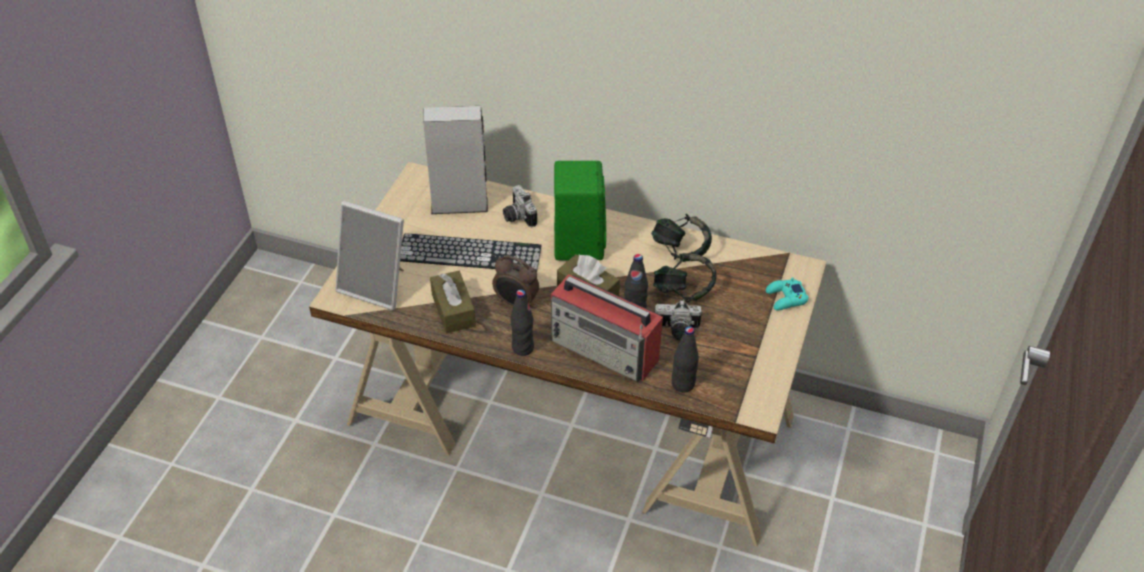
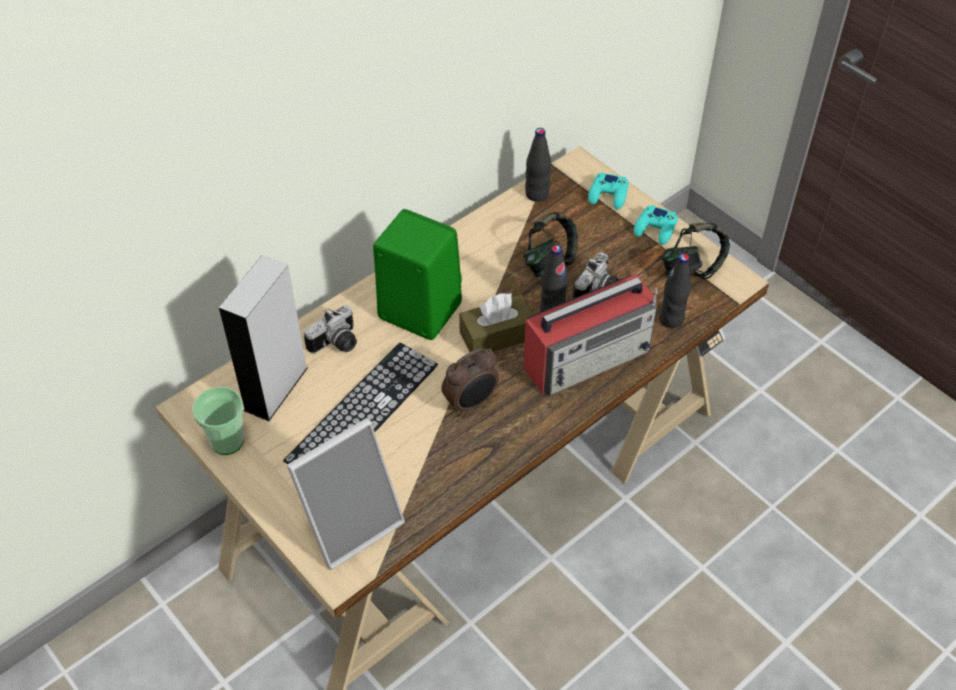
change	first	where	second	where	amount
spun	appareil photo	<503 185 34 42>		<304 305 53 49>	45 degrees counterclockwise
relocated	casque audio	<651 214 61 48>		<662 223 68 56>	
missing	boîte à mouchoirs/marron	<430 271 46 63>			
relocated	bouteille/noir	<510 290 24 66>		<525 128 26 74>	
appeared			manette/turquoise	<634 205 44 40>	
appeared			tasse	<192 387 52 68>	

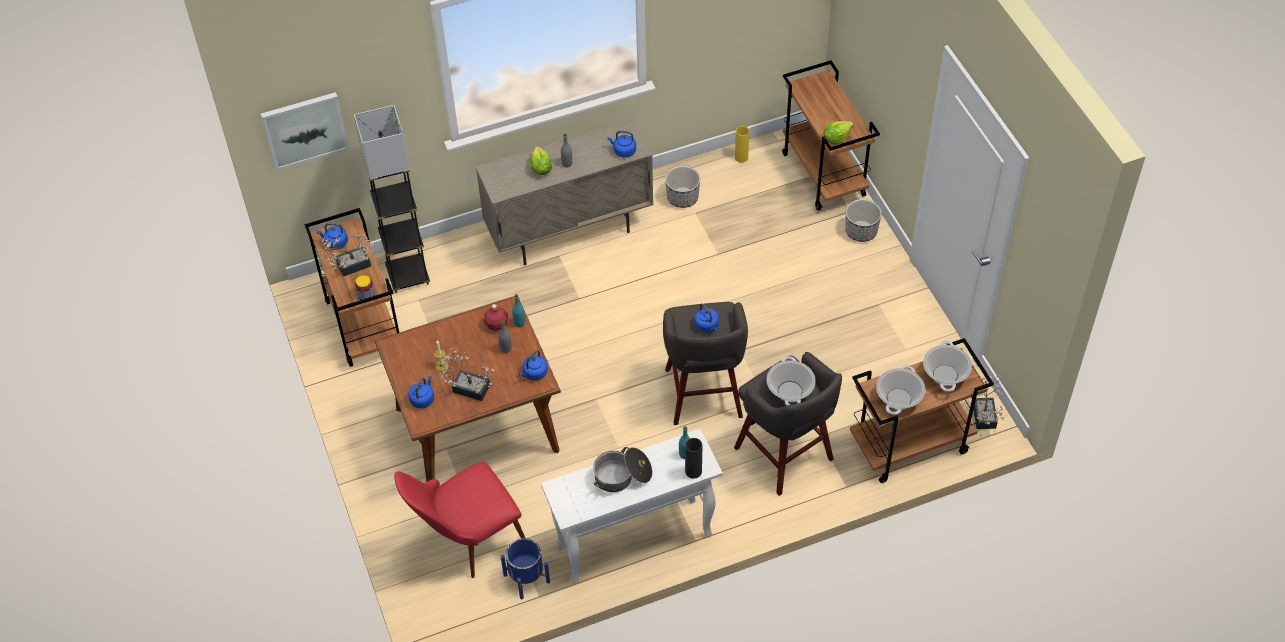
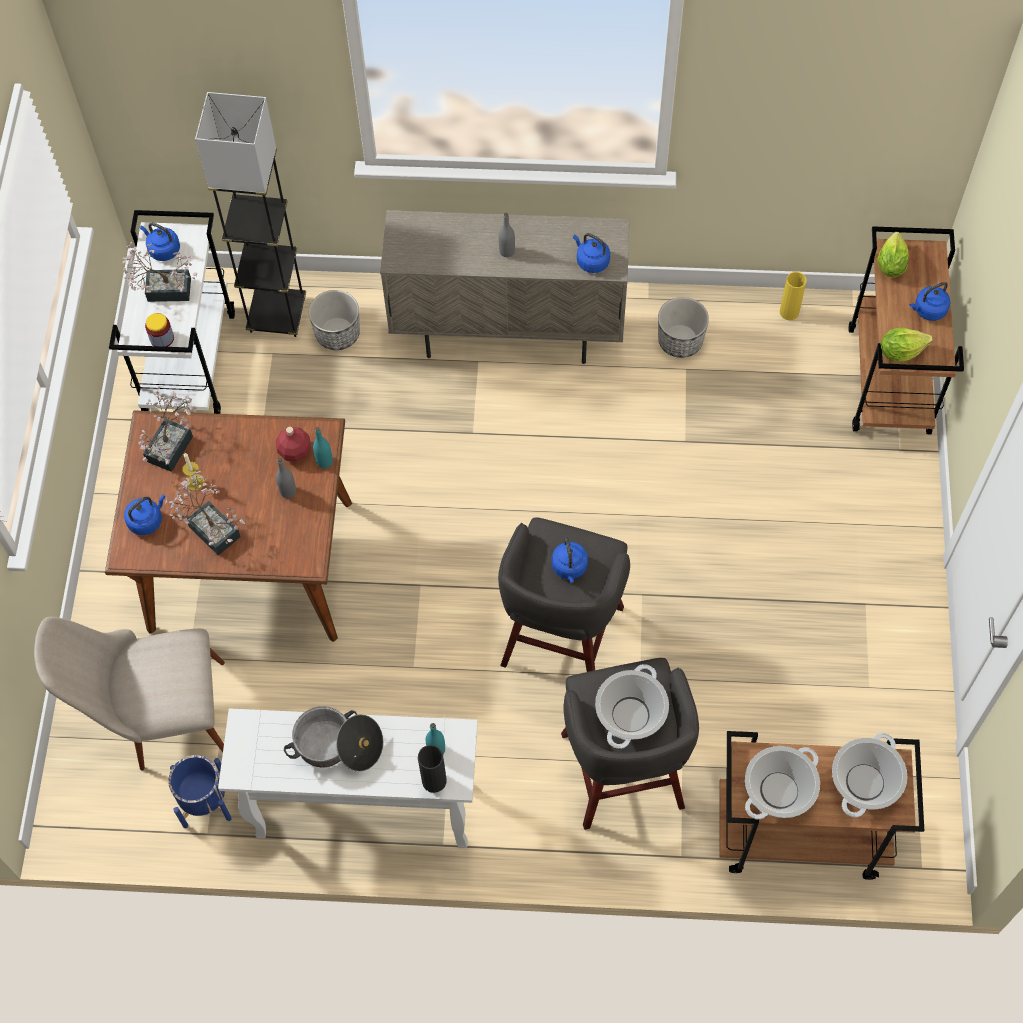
change	first	where	second	where	amount
missing	tableau	<261 92 88 78>			
relocated	laitue	<531 146 21 29>		<877 232 32 45>	
relocated	cache-pot	<845 199 37 43>		<308 290 52 60>	
colour	chariot/marron	<305 208 94 159>	chariot/blanc	<109 210 126 204>	
relocated	bouilloire/bleu	<519 350 29 31>		<910 282 40 39>	
relocated	plante en pot	<974 375 30 54>		<138 387 59 85>	
colour	chaise/rouge	<394 462 131 116>	chaise/beige	<34 617 191 153>	

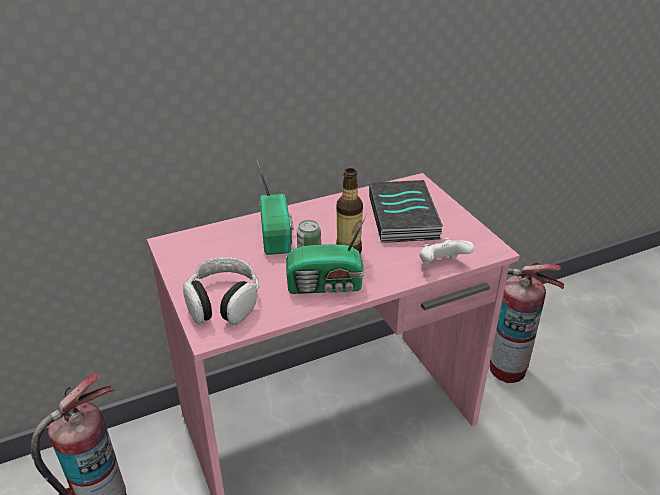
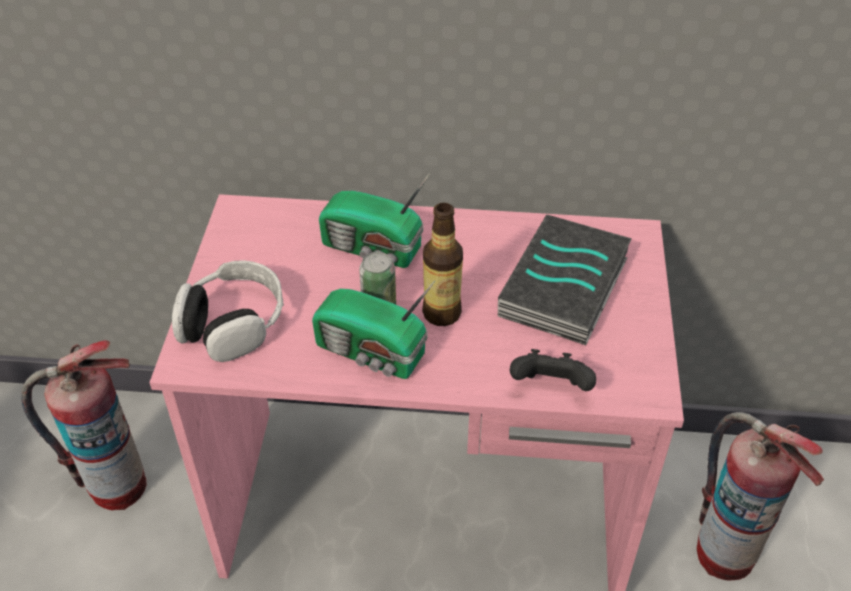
change	first	where	second	where	amount
spun	radio	<257 161 37 94>		<319 173 111 95>	90 degrees clockwise
colour	manette/blanc	<419 238 55 26>	manette/noir	<510 349 86 42>	

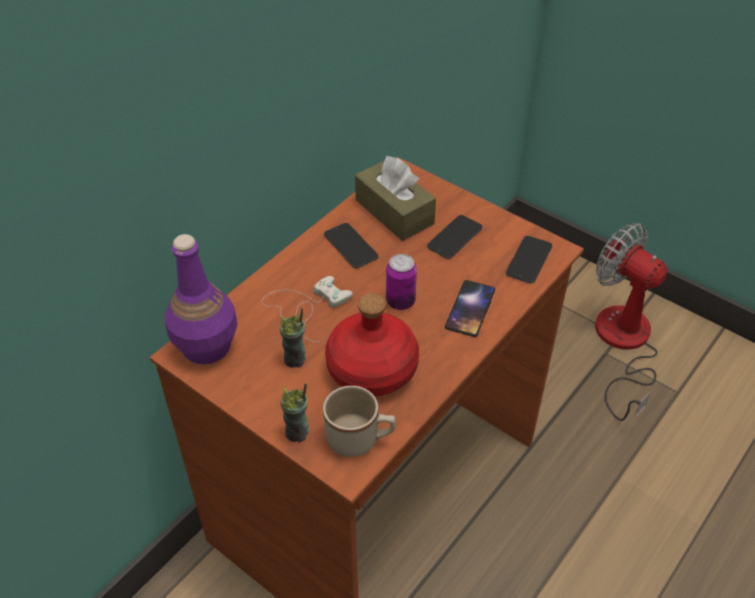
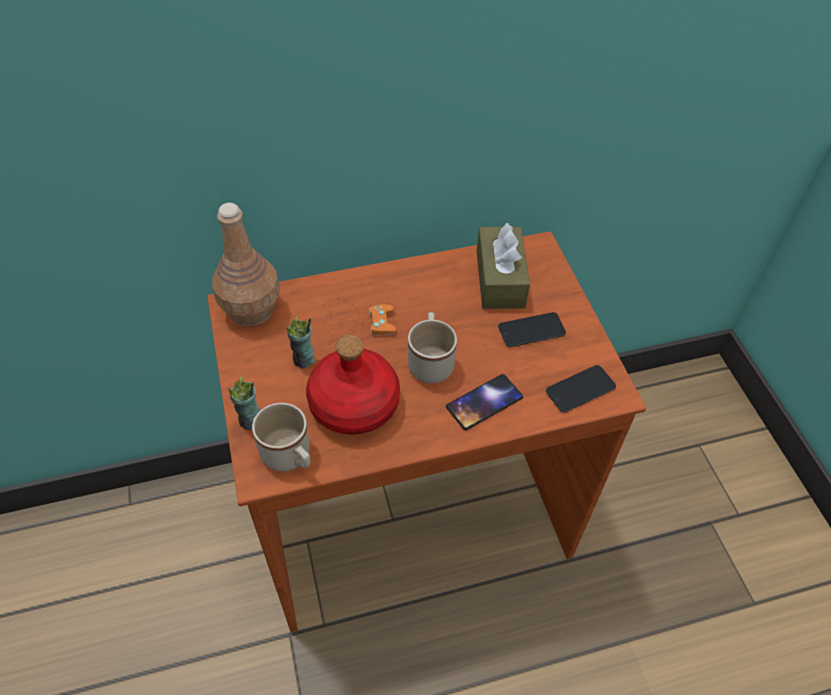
change	first	where	second	where	amount
missing	téléphone	<324 223 55 45>			
missing	ventilateur	<595 223 72 198>			
colour	bouteille/violet	<165 234 72 130>	bouteille/marron	<212 203 68 124>	
exchanged	boîte métallique	<386 254 31 56>	mug/beige	<408 312 49 71>	
colour	manette/blanc	<261 276 92 66>	manette/orange	<319 293 78 60>	

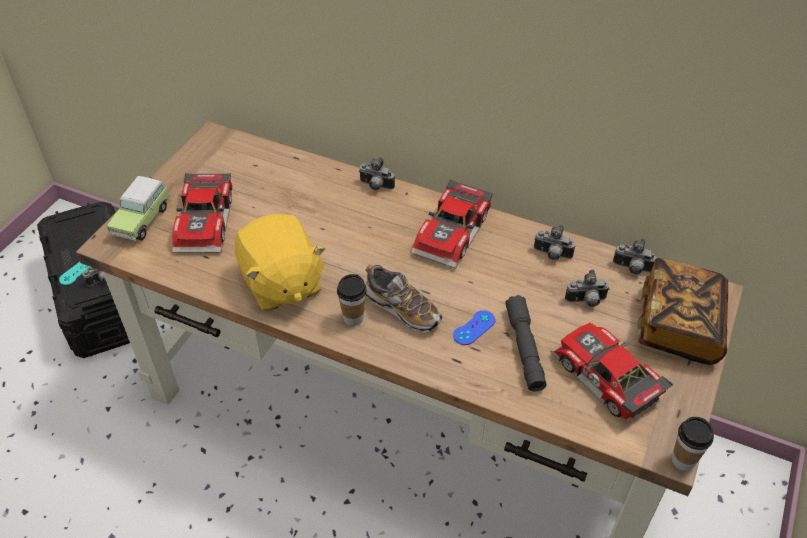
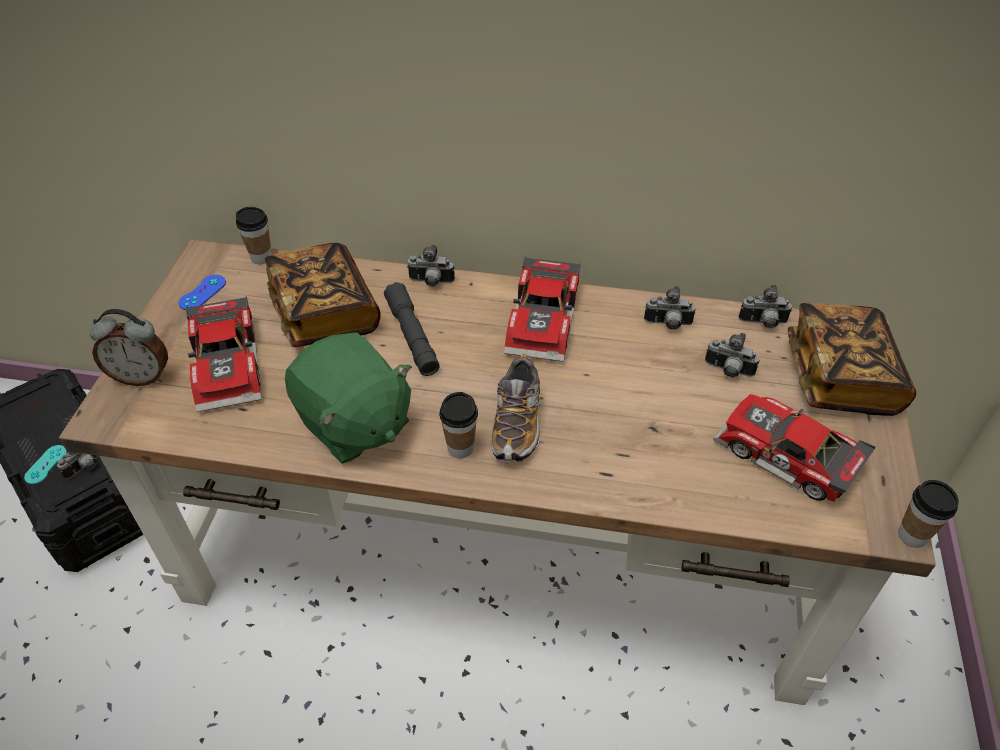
change	first	where	second	where	amount
exchanged	petite voiture	<106 176 65 65>	réveil	<90 309 78 77>	
colour	peluche/jaune	<235 214 91 97>	peluche/vert	<285 332 127 132>	
spun	chaussure	<365 265 77 68>		<492 354 48 108>	75 degrees clockwise
spun	appareil photo	<565 270 45 37>		<705 333 55 45>	45 degrees clockwise
relocated	lampe de poche/gris	<505 295 42 96>		<384 282 56 94>	
relocated	manette/bleu	<453 310 42 35>		<178 275 48 35>	
appeared			tasse	<236 207 36 57>	
appeared			livre	<265 242 115 105>	

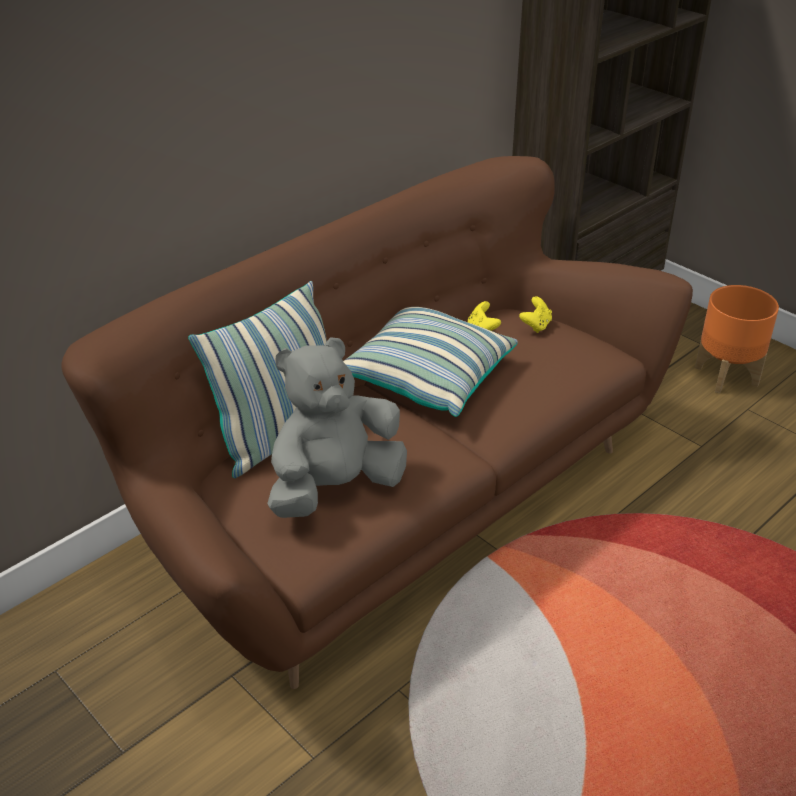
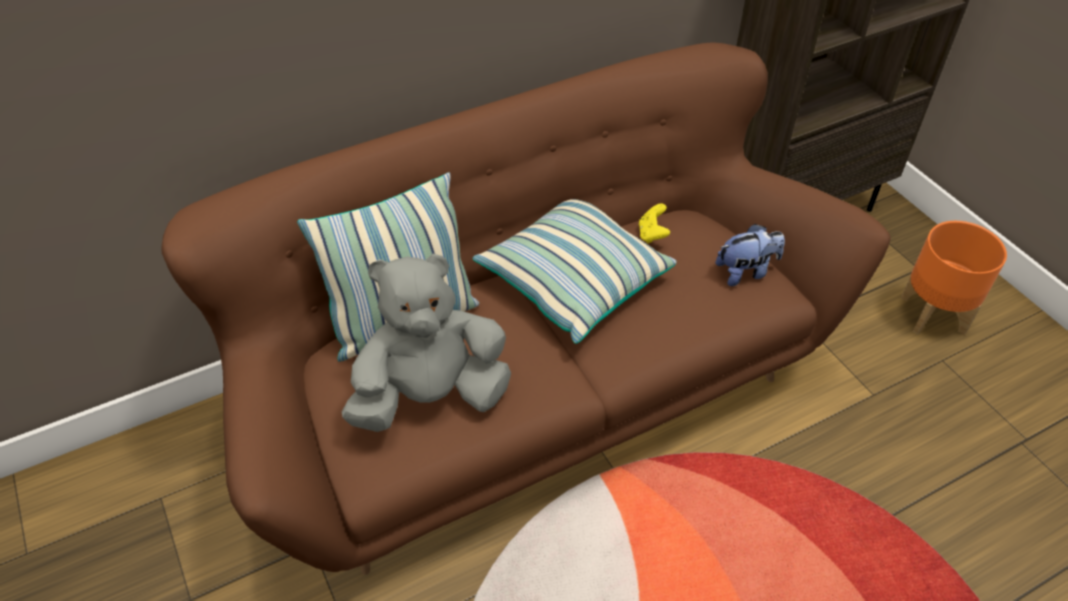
change	first	where	second	where	amount
missing	manette/jaune	<519 296 33 37>			
appeared			peluche	<715 224 70 62>	

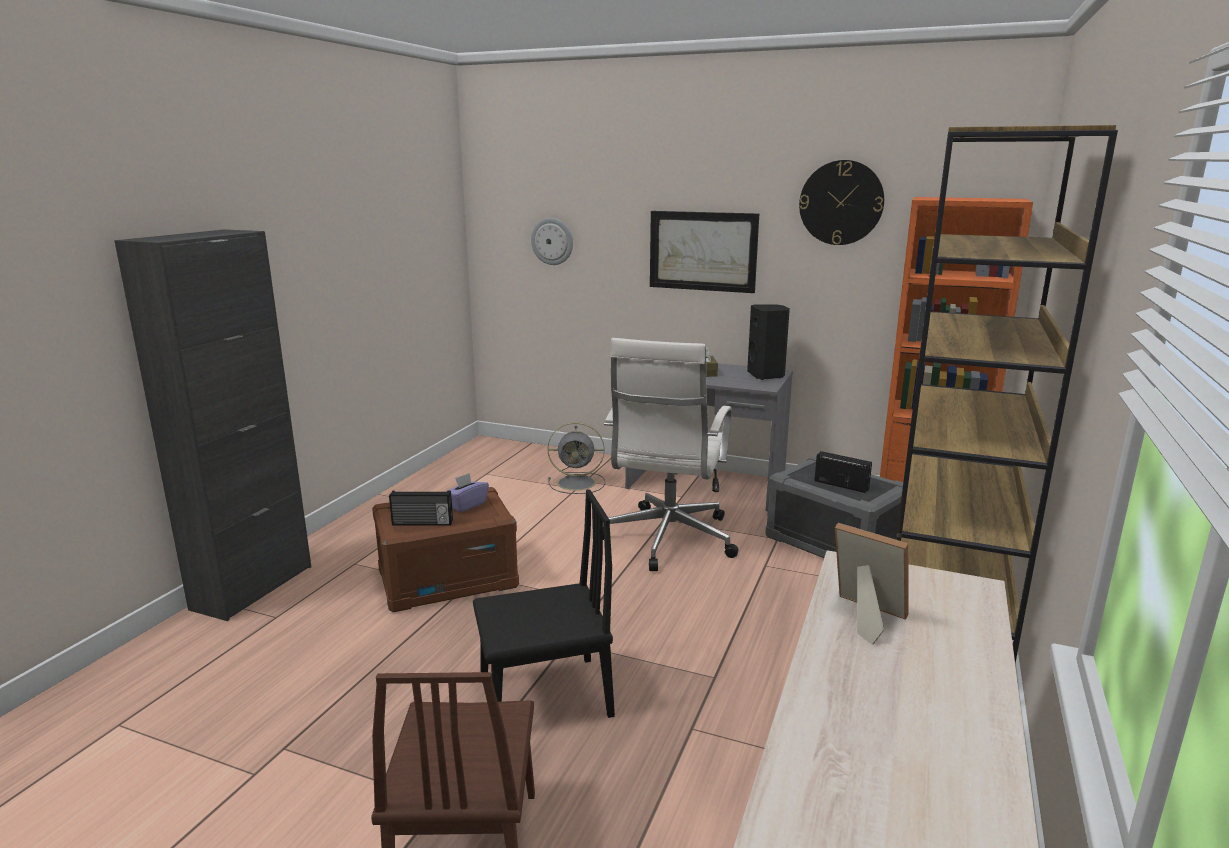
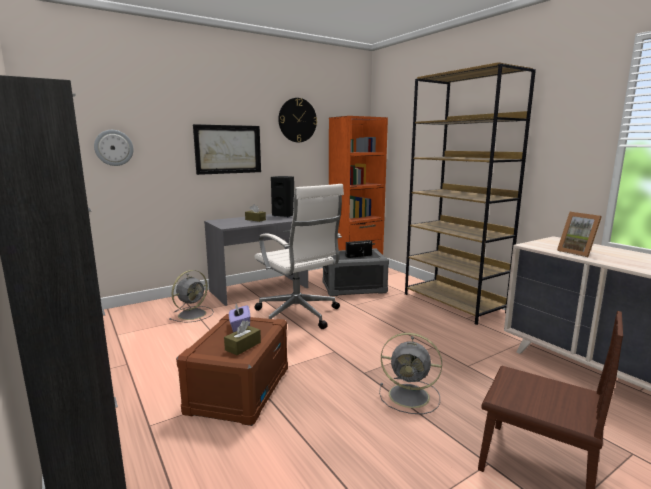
change	first	where	second	where	amount
exchanged	chaise/noir	<473 489 142 229>	ventilateur/gris	<379 333 63 81>	
exchanged	radio	<389 491 64 35>	boîte à mouchoirs/marron	<224 320 37 35>	
spun	cadre photo	<835 523 74 122>		<557 212 45 45>	105 degrees counterclockwise

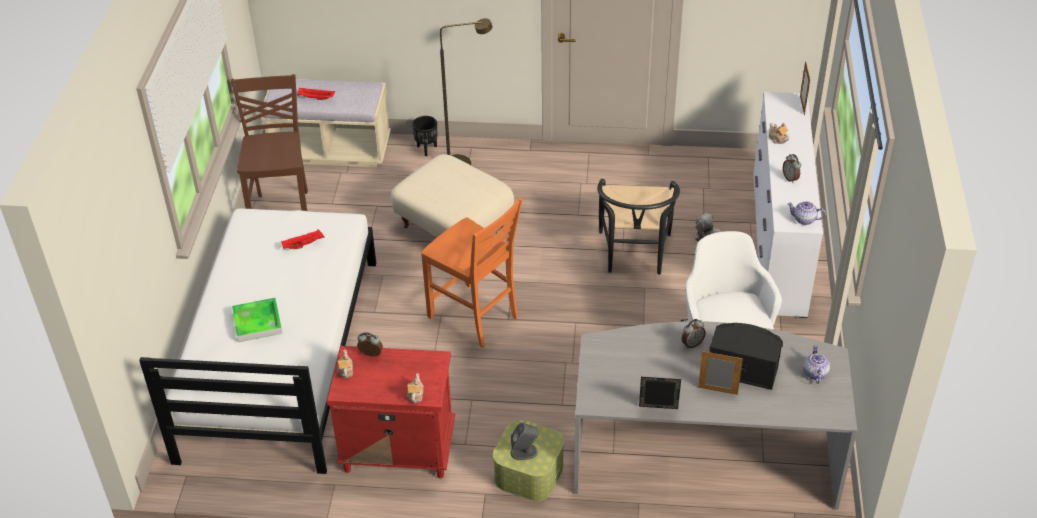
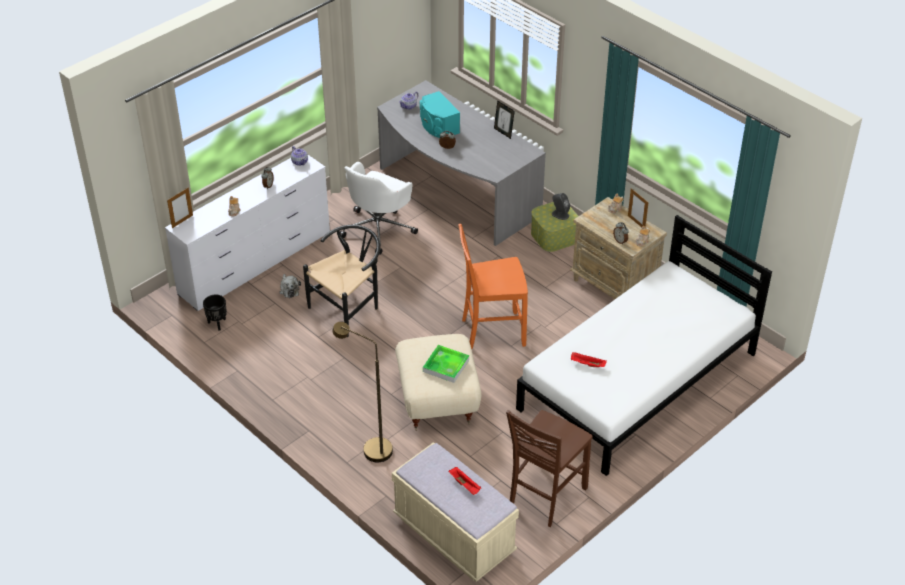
change	first	where	second	where	amount
relocated	cache-pot/noir	<412 116 25 40>		<203 295 24 36>	
spun	chaise/orange	<421 197 102 151>		<459 224 69 125>	90 degrees counterclockwise
relocated	plateau	<232 298 51 44>		<423 345 46 38>	
colour	enceinte/noir	<710 323 73 67>	enceinte/turquoise	<420 91 40 47>	
colour	table de chevet/rouge	<327 346 128 132>	table de chevet/beige	<570 197 97 102>	
relocated	cadre photo	<698 351 45 44>		<628 188 21 39>	

